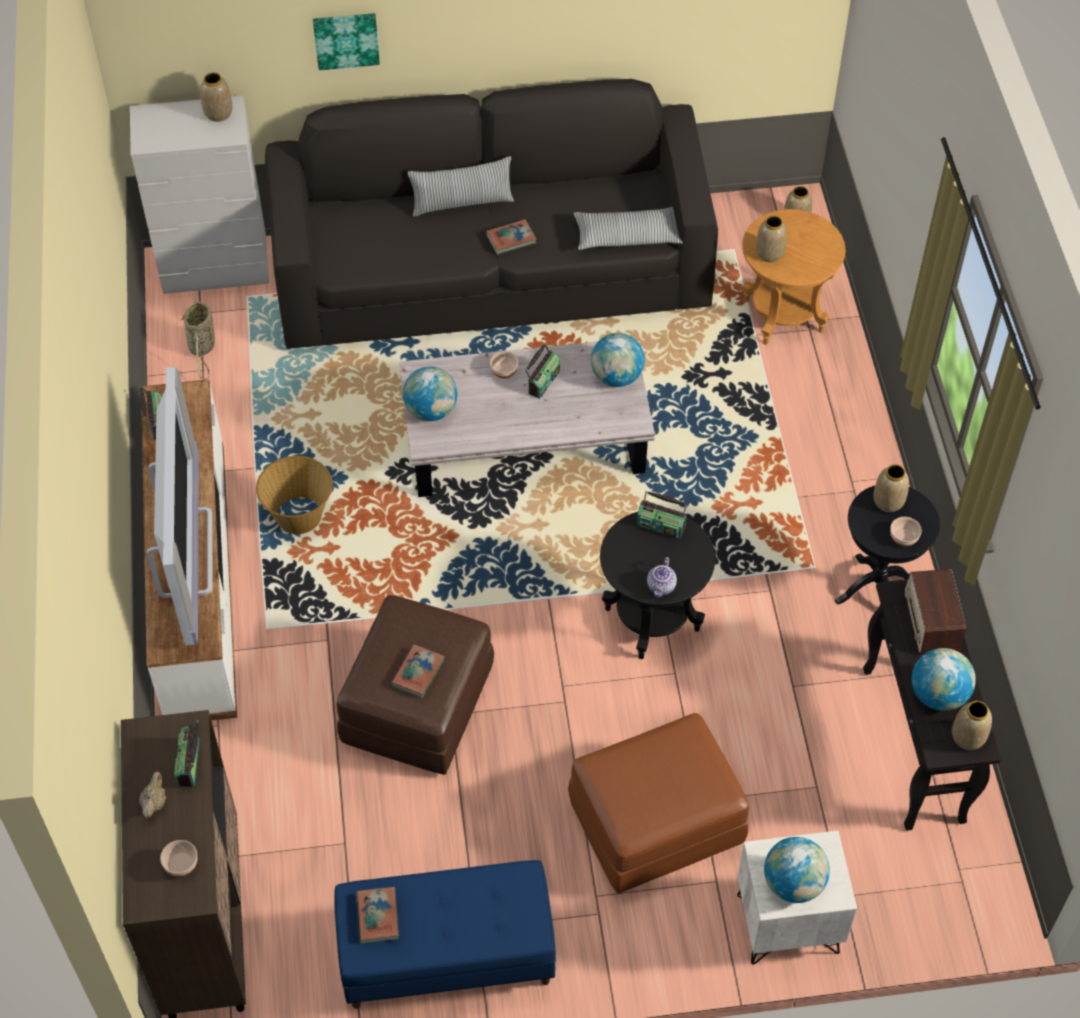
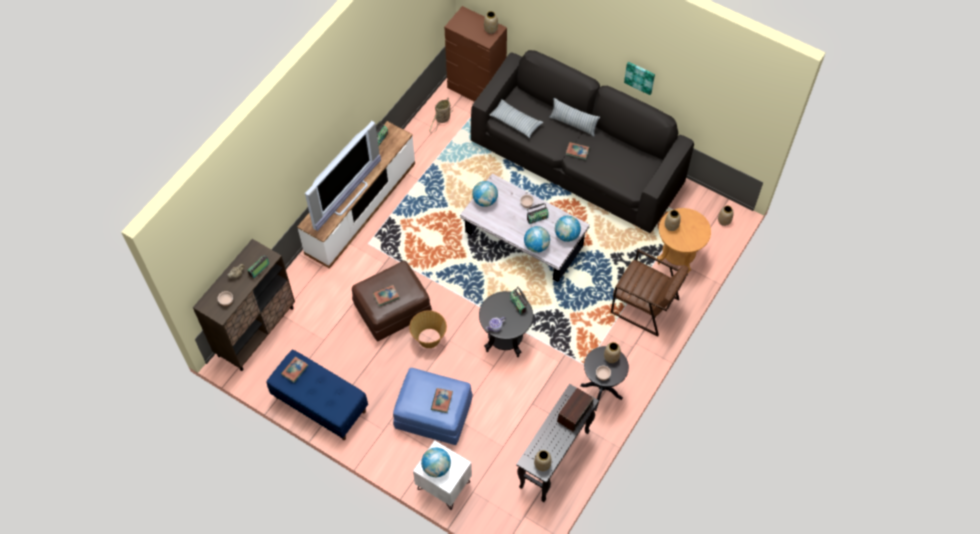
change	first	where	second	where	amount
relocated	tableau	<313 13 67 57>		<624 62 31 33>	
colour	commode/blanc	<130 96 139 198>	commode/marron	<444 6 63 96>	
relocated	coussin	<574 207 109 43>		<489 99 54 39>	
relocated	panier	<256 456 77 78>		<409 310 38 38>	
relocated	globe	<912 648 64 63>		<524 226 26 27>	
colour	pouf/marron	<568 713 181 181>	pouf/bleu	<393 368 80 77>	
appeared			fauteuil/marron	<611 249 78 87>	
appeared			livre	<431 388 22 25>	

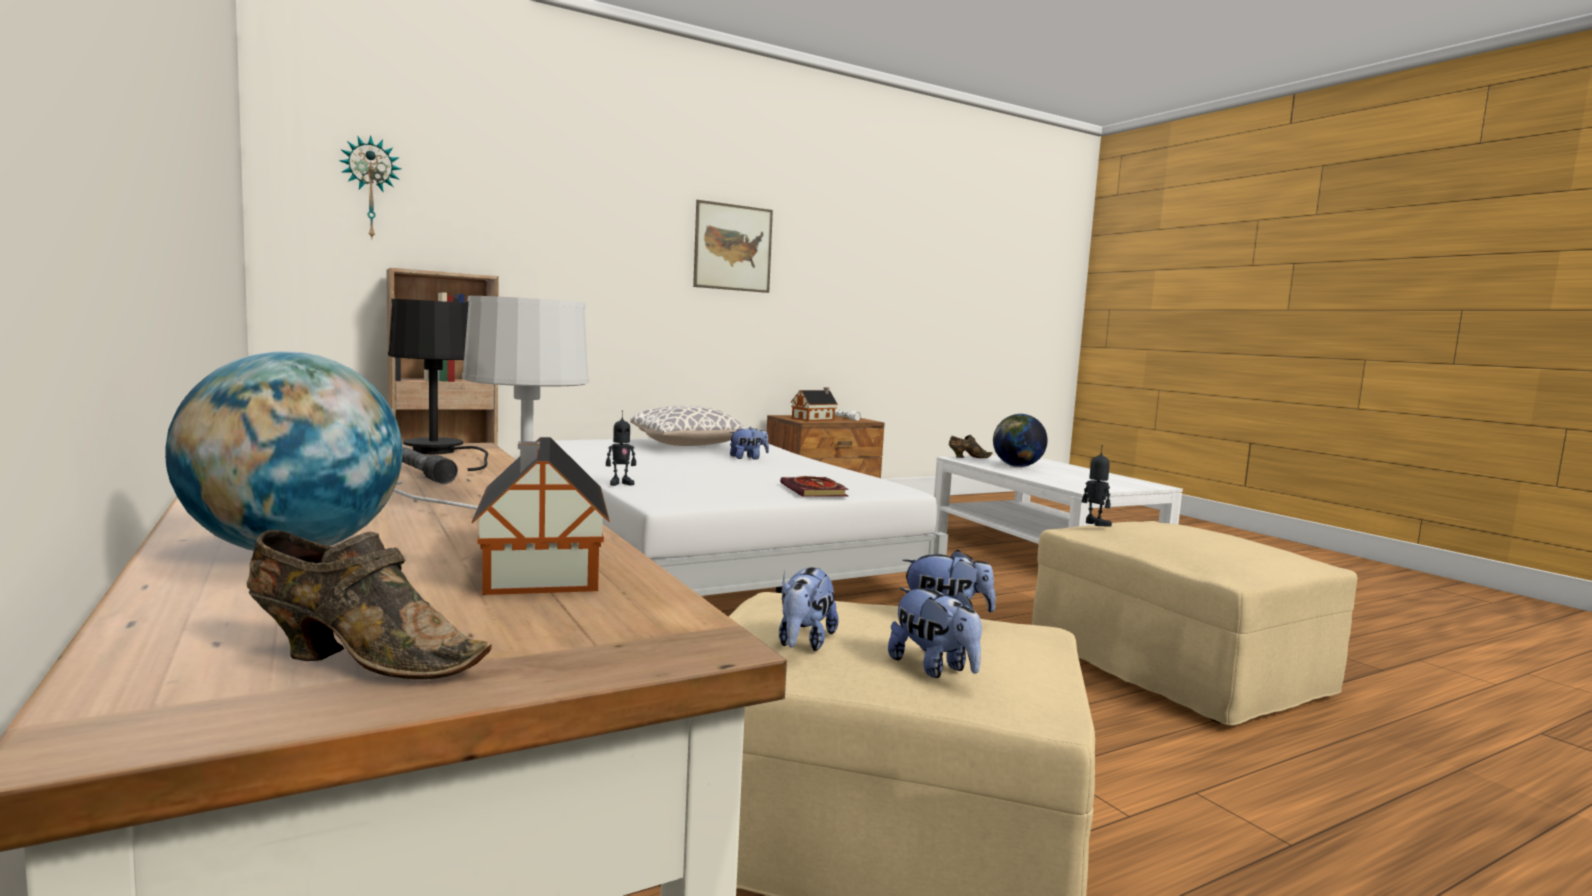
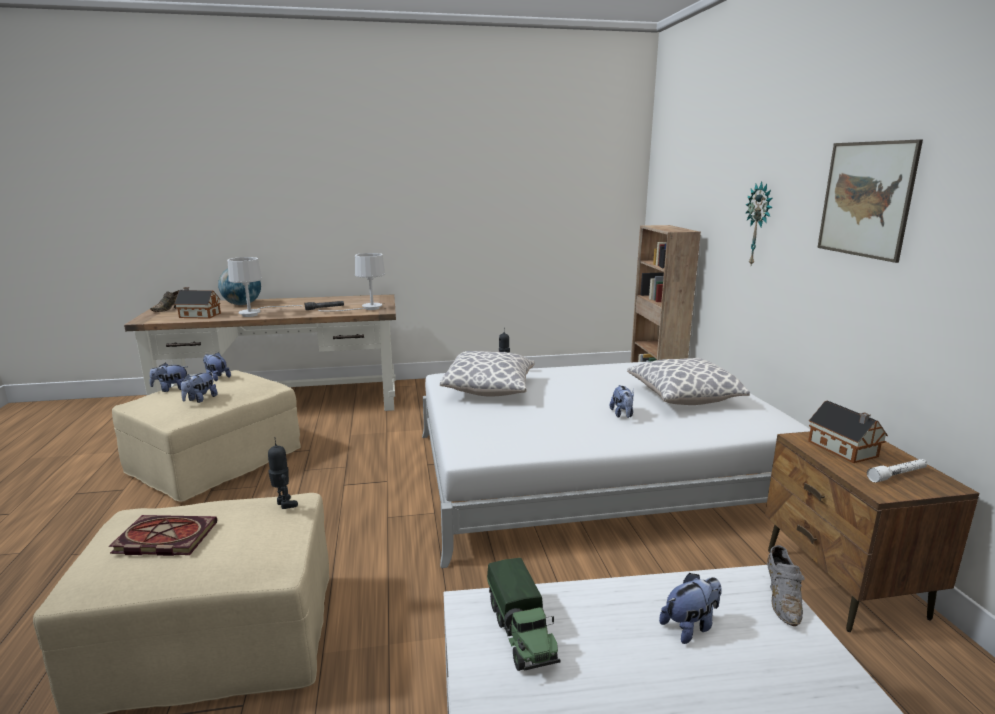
change	first	where	second	where	amount
relocated	horloge murale	<339 135 62 104>		<745 182 28 83>	
colour	lampe de table/noir	<388 299 100 172>	lampe de table/blanc	<318 253 67 59>	
exchanged	globe	<993 414 55 53>	peluche	<659 573 63 71>	
colour	chaussure/marron	<949 435 44 23>	chaussure/gris	<767 545 38 81>	
spun	robot jouet	<1082 445 30 82>		<268 437 30 72>	120 degrees counterclockwise
relocated	livre	<780 476 69 20>		<108 515 109 41>	
appeared			coussin	<440 351 95 46>	
appeared			camion jouet	<487 558 74 113>	

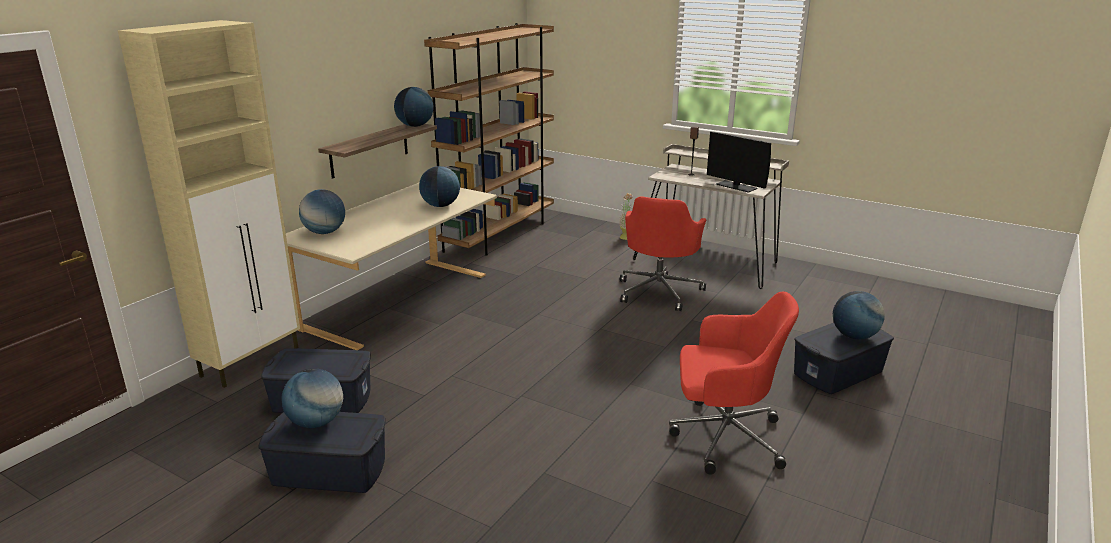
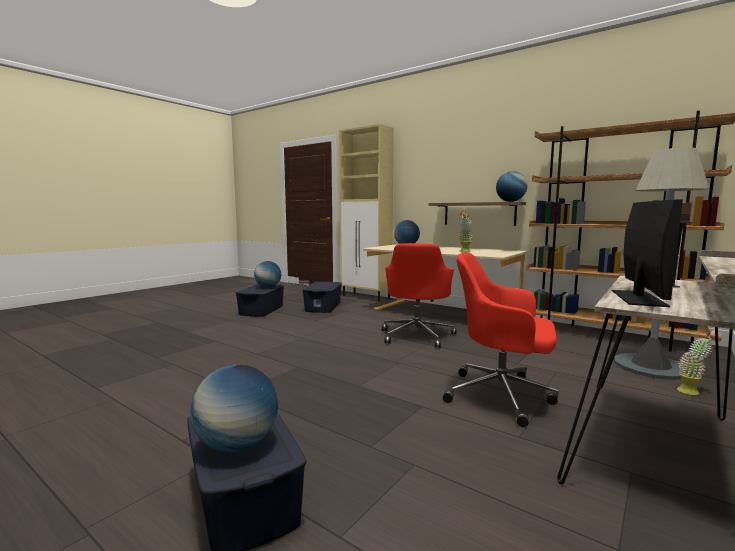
change	first	where	second	where	amount
spun	écran d'ordinateur	<707 131 64 62>		<612 199 71 108>	150 degrees clockwise
exchanged	globe	<419 166 41 41>	plante en pot	<459 211 14 42>	
relocated	chaise de bureau/rouge	<669 291 130 184>		<382 243 75 105>	
appeared			lampadaire/gris	<614 147 95 233>	

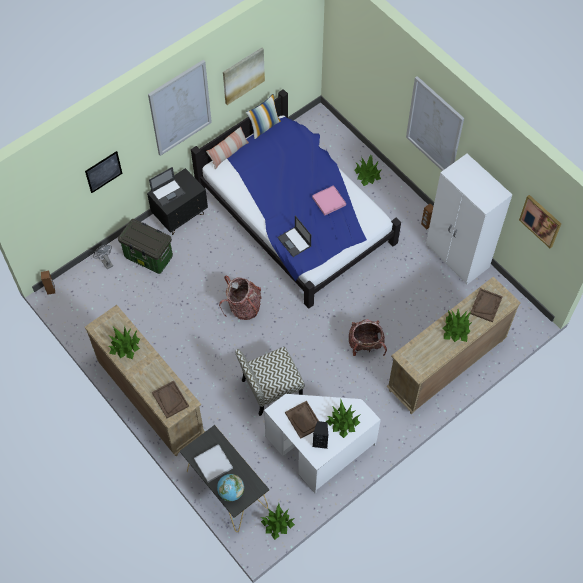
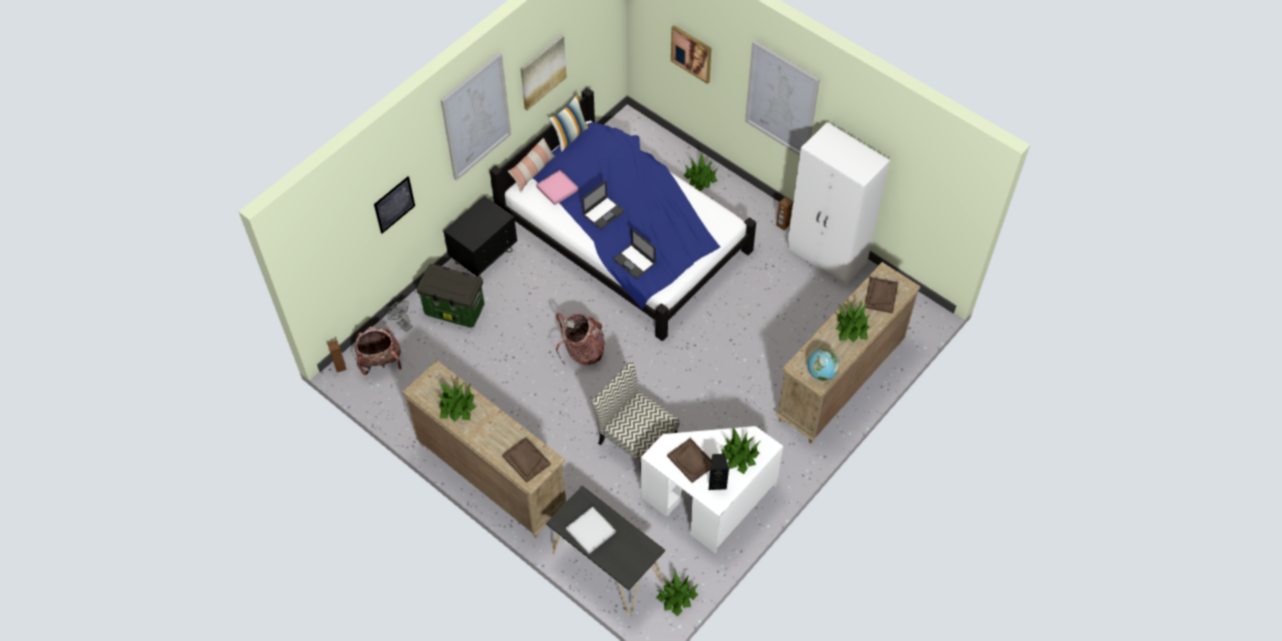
change	first	where	second	where	amount
relocated	ordinateur portable	<149 167 37 40>		<582 180 43 50>	
relocated	plateau/rose	<312 185 34 31>		<536 170 42 35>	
relocated	tableau	<519 195 42 53>		<671 25 41 59>	
relocated	sac à dos	<349 319 38 37>		<355 326 46 49>	
spun	chaise	<235 347 69 69>		<591 361 88 109>	75 degrees clockwise
relocated	globe	<217 474 27 28>		<808 349 32 32>	

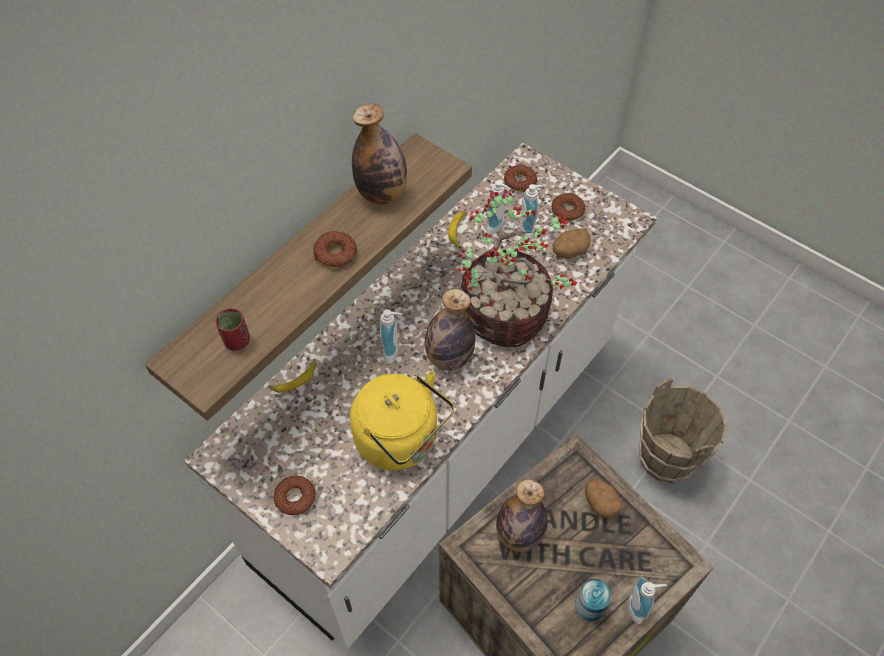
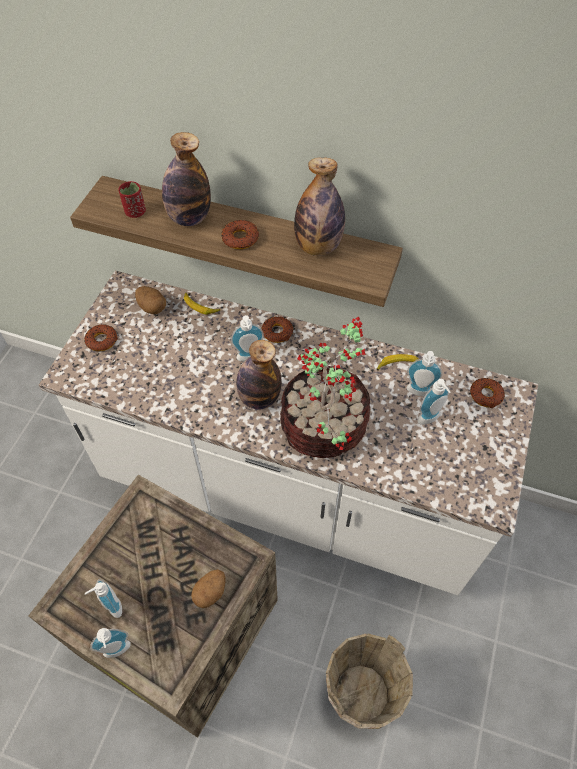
change	first	where	second	where	amount
relocated	beignet	<552 193 33 28>		<261 316 32 27>	
relocated	pomme de terre	<553 228 38 31>		<135 286 31 28>	
missing	bouilloire/jaune	<350 371 104 100>			
relocated	bouteille	<496 480 51 72>		<162 132 49 94>	
exchanged	boîte métallique	<575 579 36 42>	distributeur de savon	<85 579 37 39>	

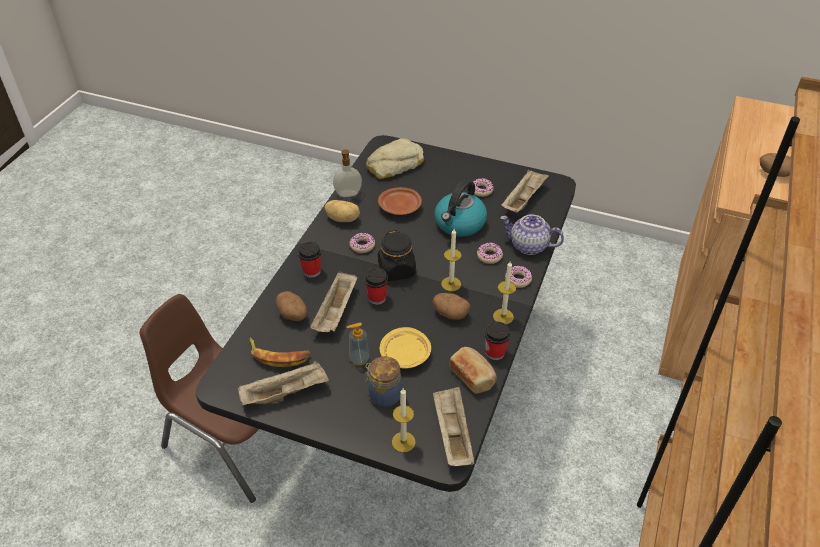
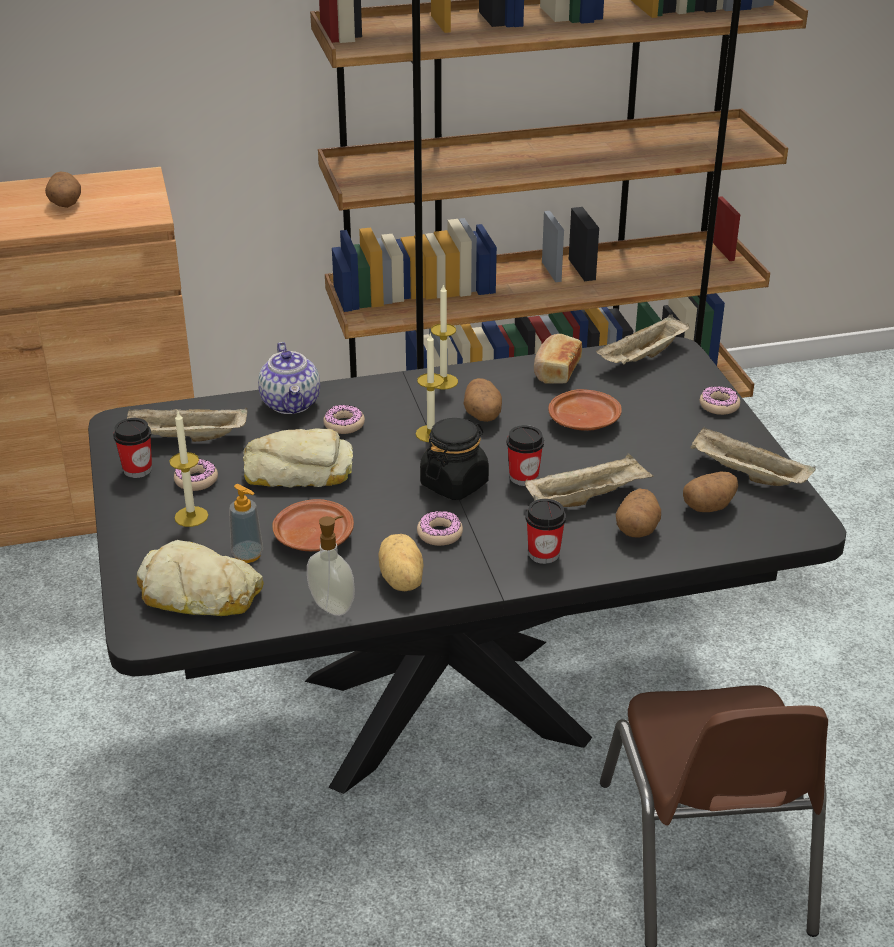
change	first	where	second	where	amount
exchanged	bouilloire	<435 180 52 57>	pain	<243 428 110 60>	
relocated	beignet	<505 266 27 22>		<700 386 40 29>	
relocated	distributeur de savon	<347 322 22 44>		<229 484 34 79>	
relocated	tasse	<485 322 25 38>		<113 418 39 60>	
colour	assiette/jaune	<380 327 51 42>	assiette/marron	<548 389 74 42>	
exchanged	banane	<250 337 61 30>	pomme de terre	<683 472 55 40>	
missing	bocal	<365 356 37 51>			
relocated	bougie	<392 388 24 64>		<169 412 39 115>	

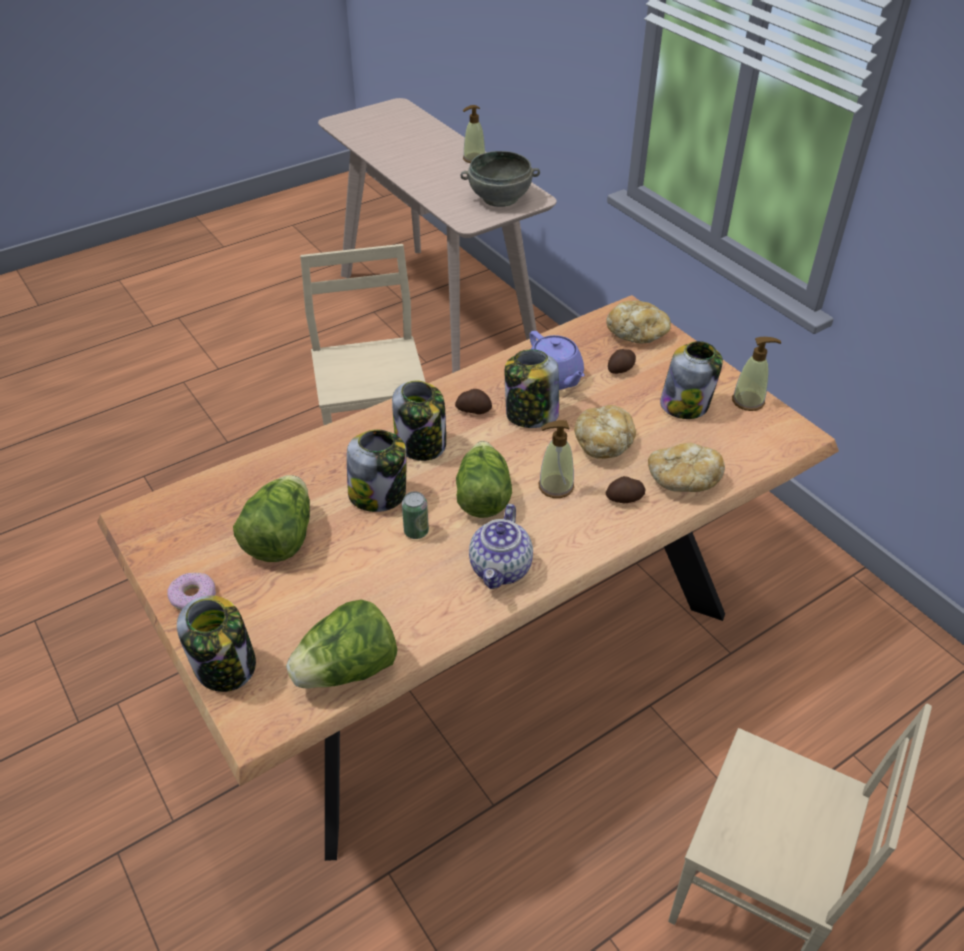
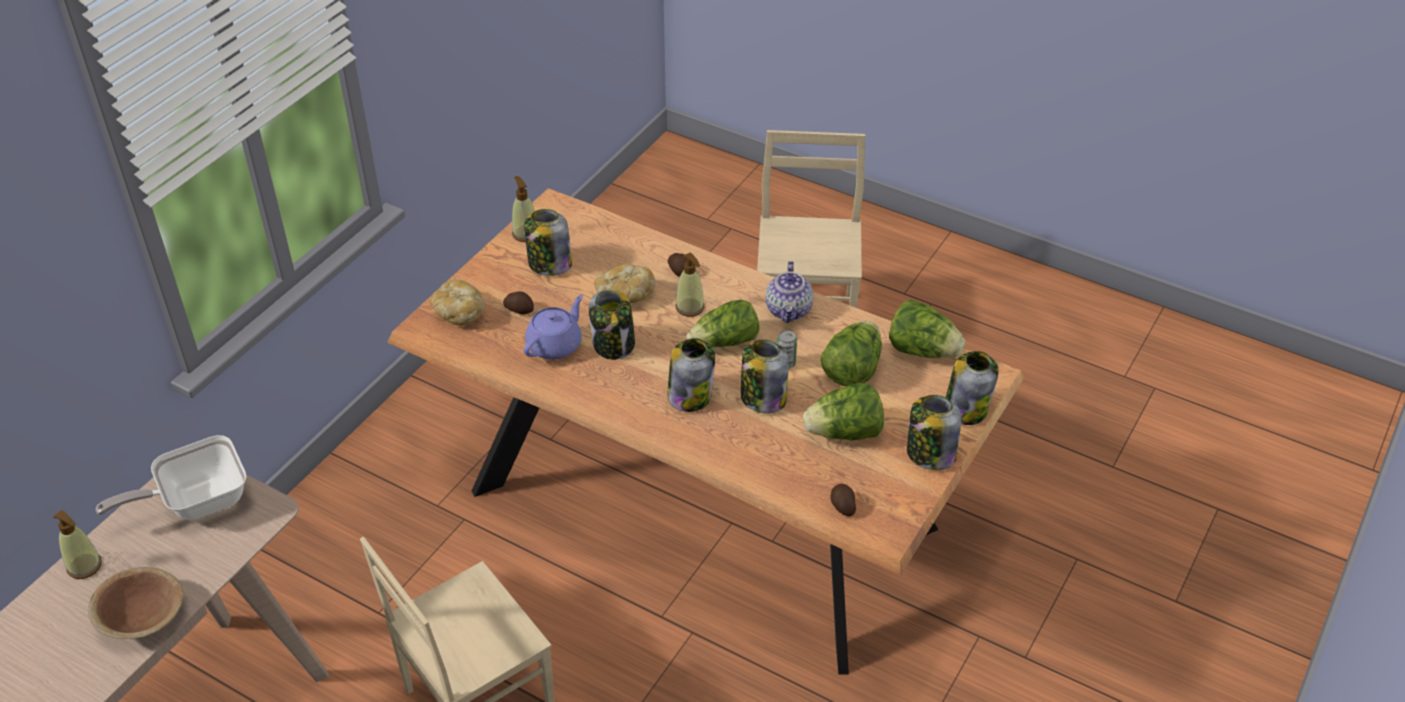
change	first	where	second	where	amount
exchanged	bol/gris	<461 151 79 56>	poêle	<96 435 150 85>	
relocated	pomme de terre	<455 389 37 25>		<831 484 25 33>	
missing	pain	<648 443 77 49>			
spun	théière	<469 504 64 85>		<765 261 48 62>	105 degrees clockwise
exchanged	beignet	<167 573 49 38>	bocal	<907 395 54 75>	
appeared			laitue	<820 321 62 65>	
appeared			bol/marron	<88 567 95 72>	

